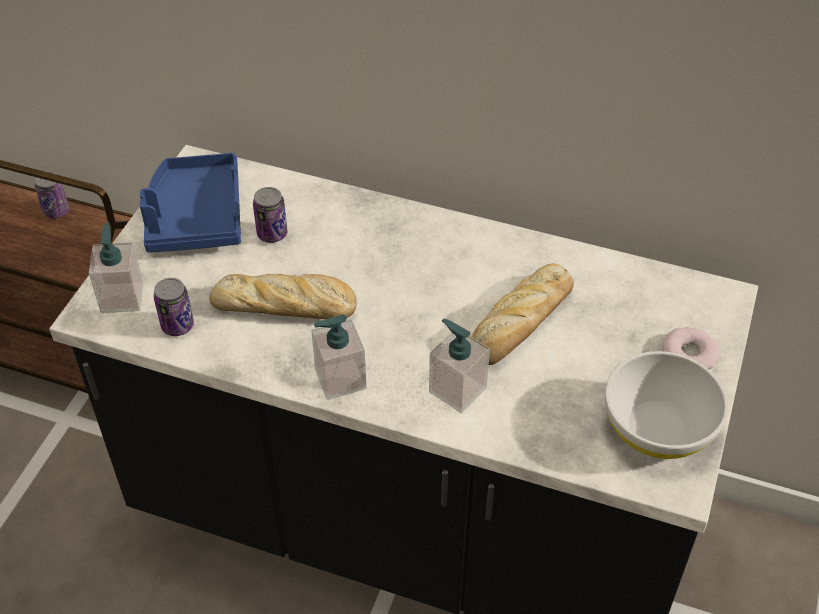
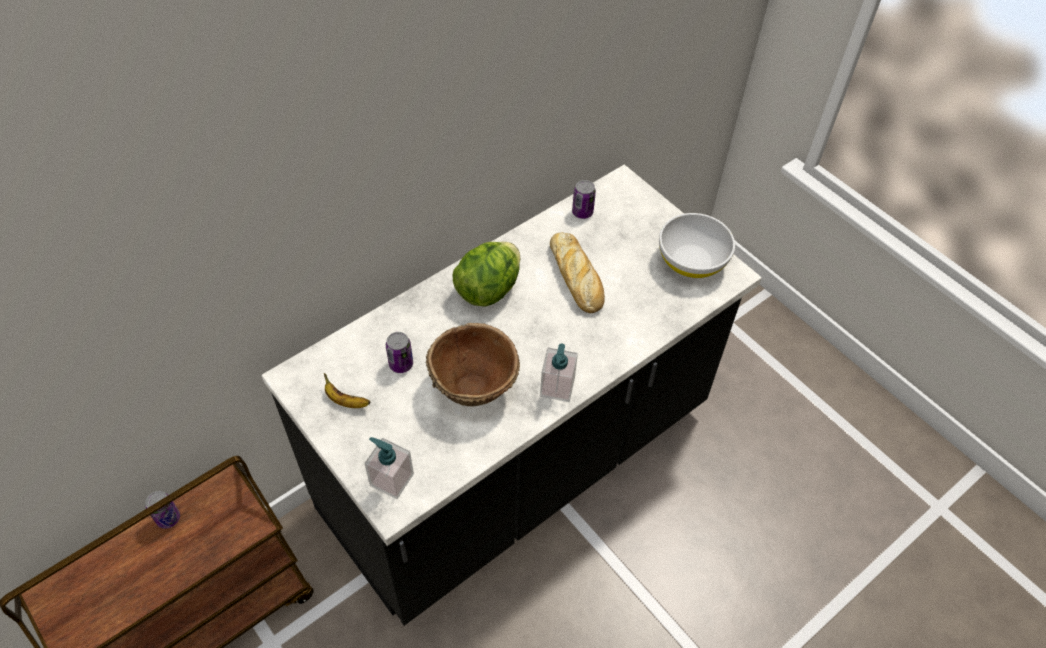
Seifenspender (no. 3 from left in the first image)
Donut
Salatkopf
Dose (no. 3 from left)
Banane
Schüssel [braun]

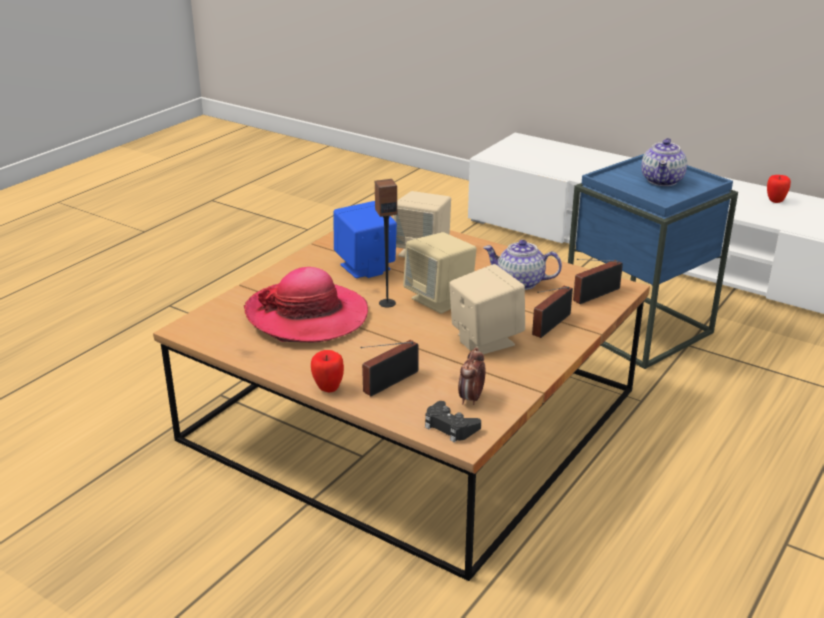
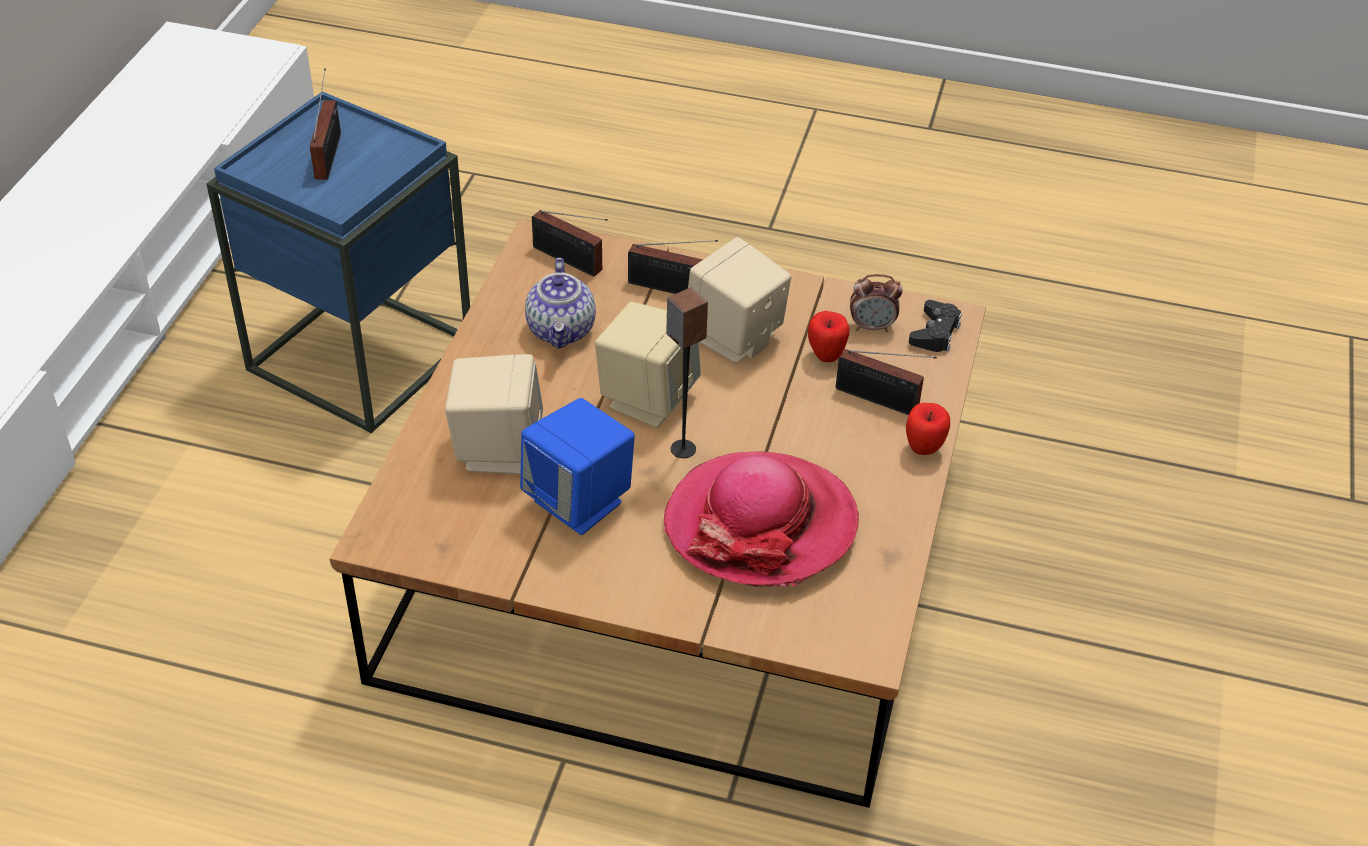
Apfel (no. 1 from left)
Radio (no. 1 from left)

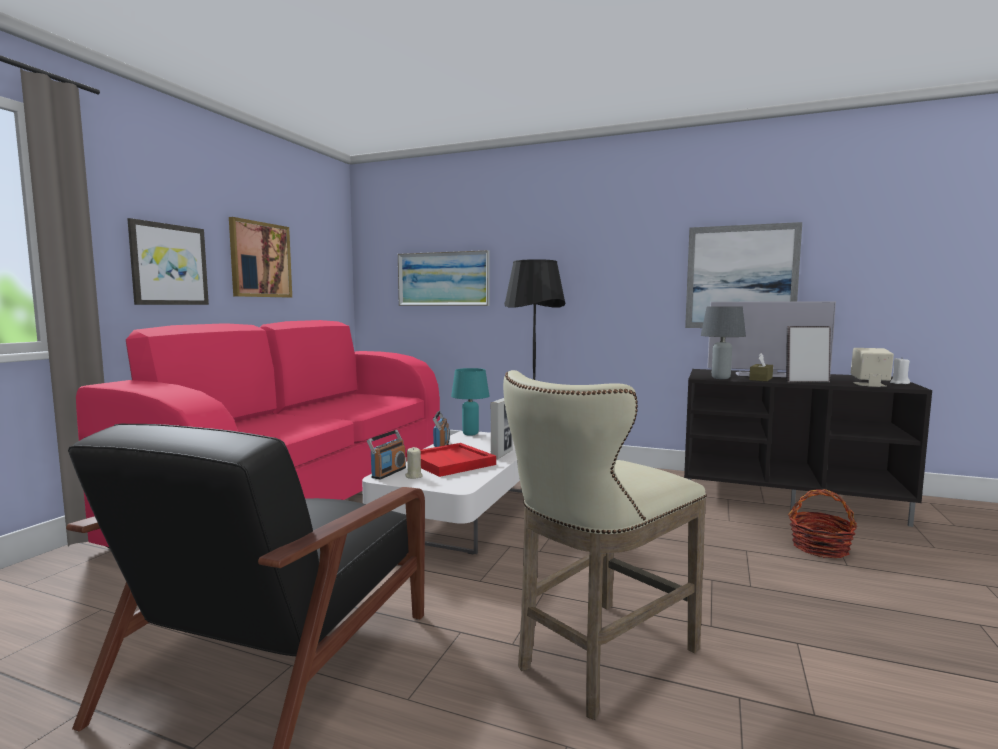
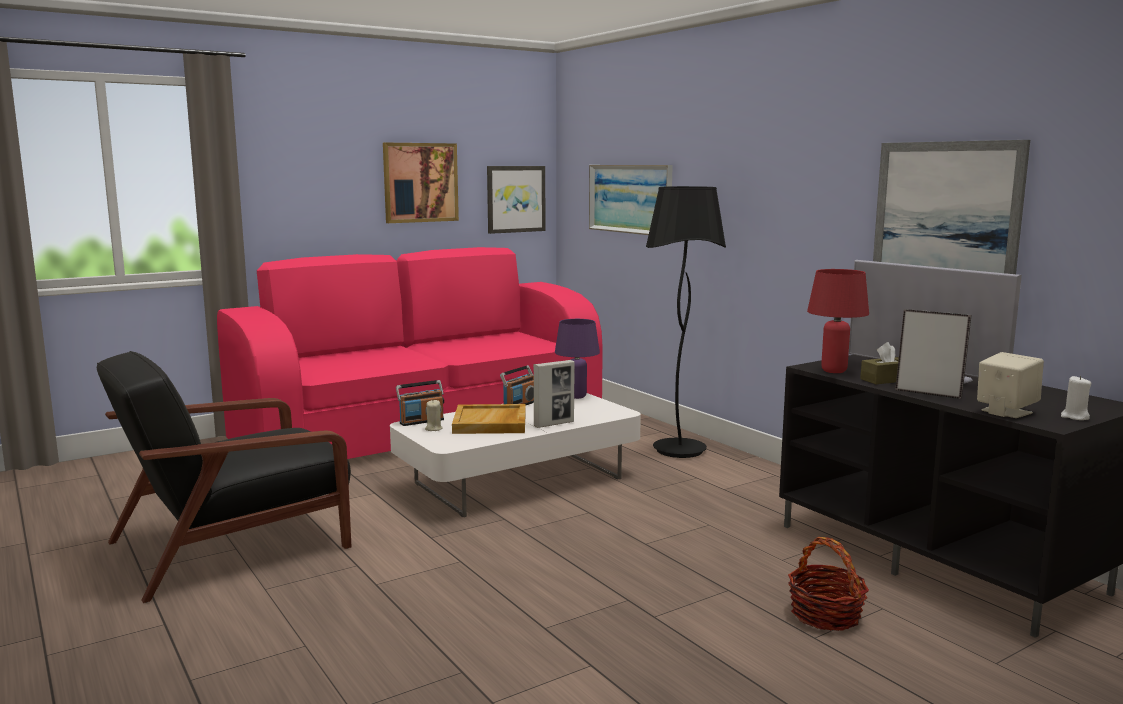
Hocker [beige]
Bild (no. 2 from left)
Tablett [beige]
Tischlampe [lila]
Tischlampe [rot]

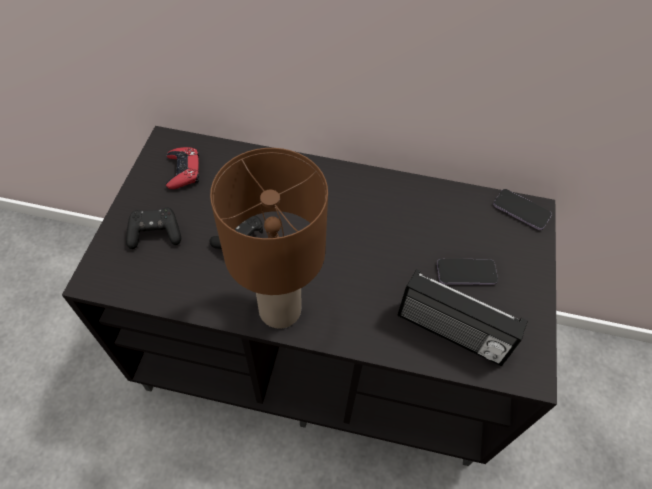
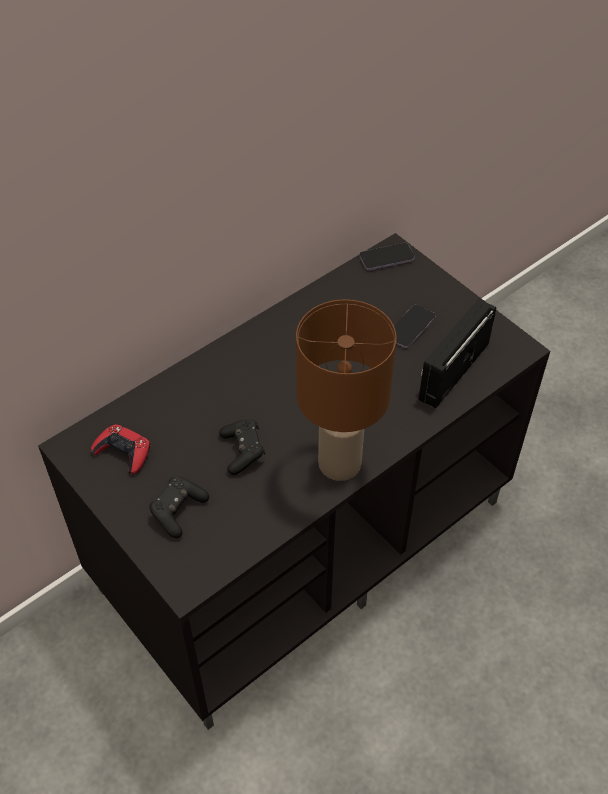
Radio

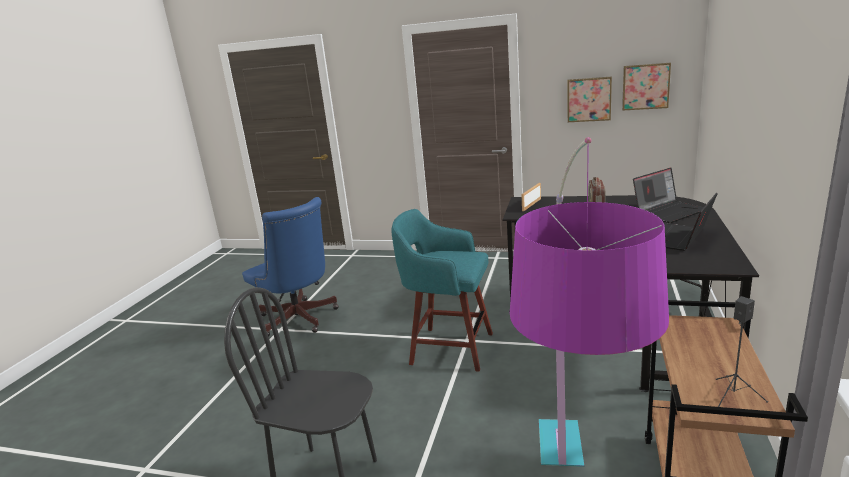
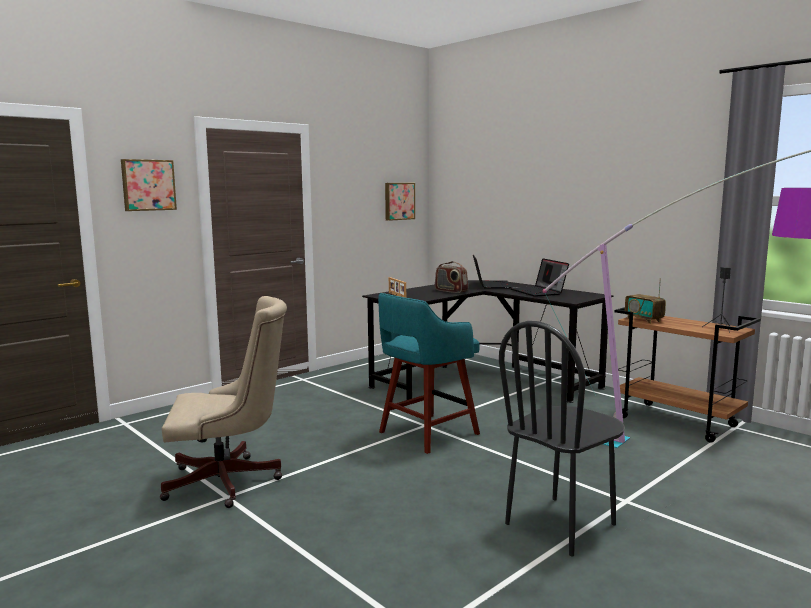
Radio (no. 2 from left)
Bild (no. 1 from left)
Bürostuhl [beige]

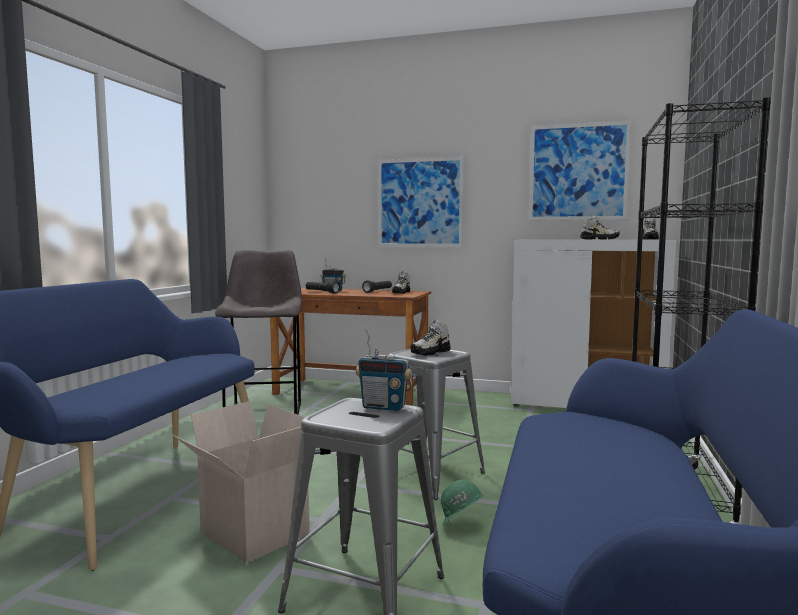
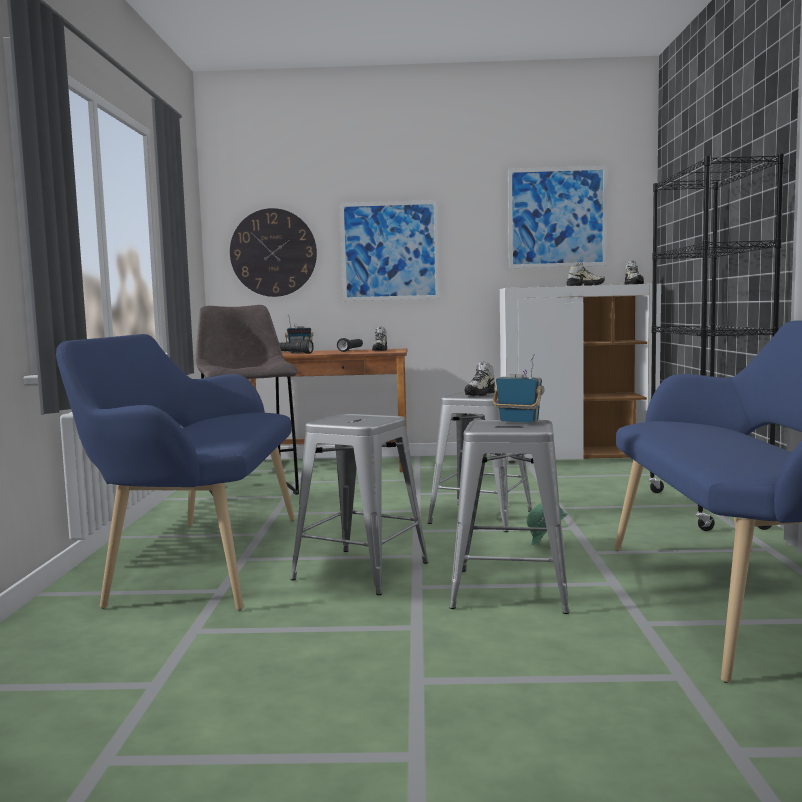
Wanduhr
Hocker [grau] (no. 2 from left)
Radio (no. 2 from left)

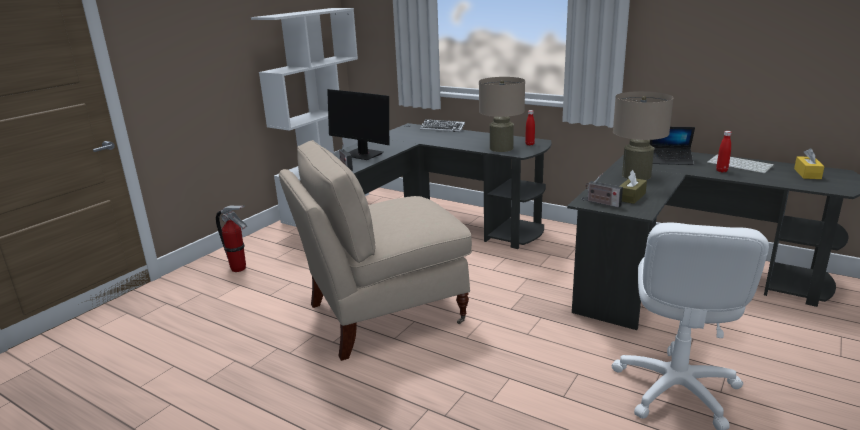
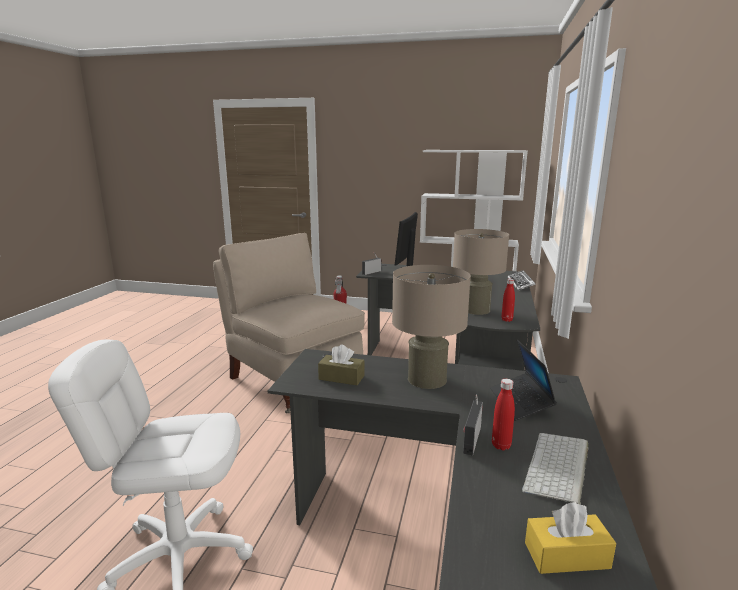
Radio (no. 2 from left)

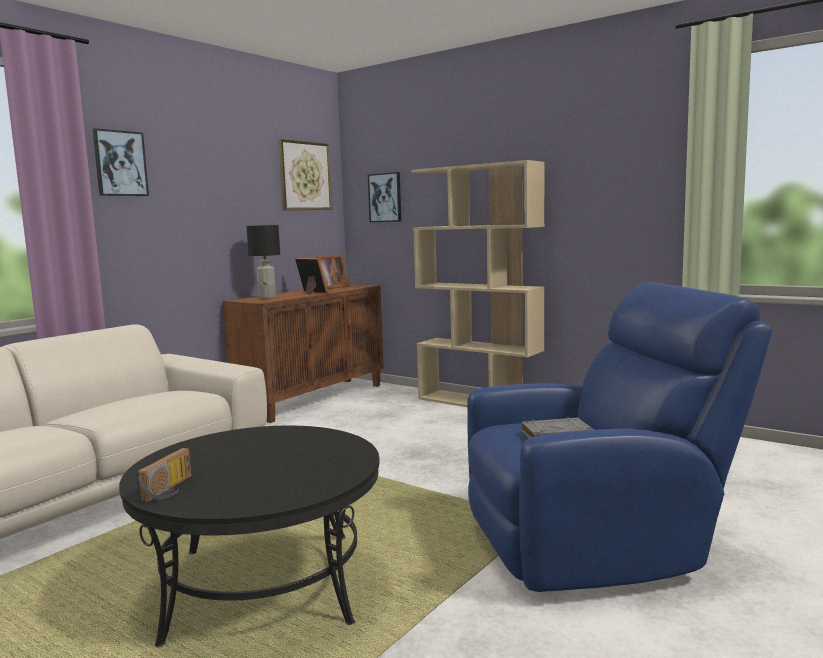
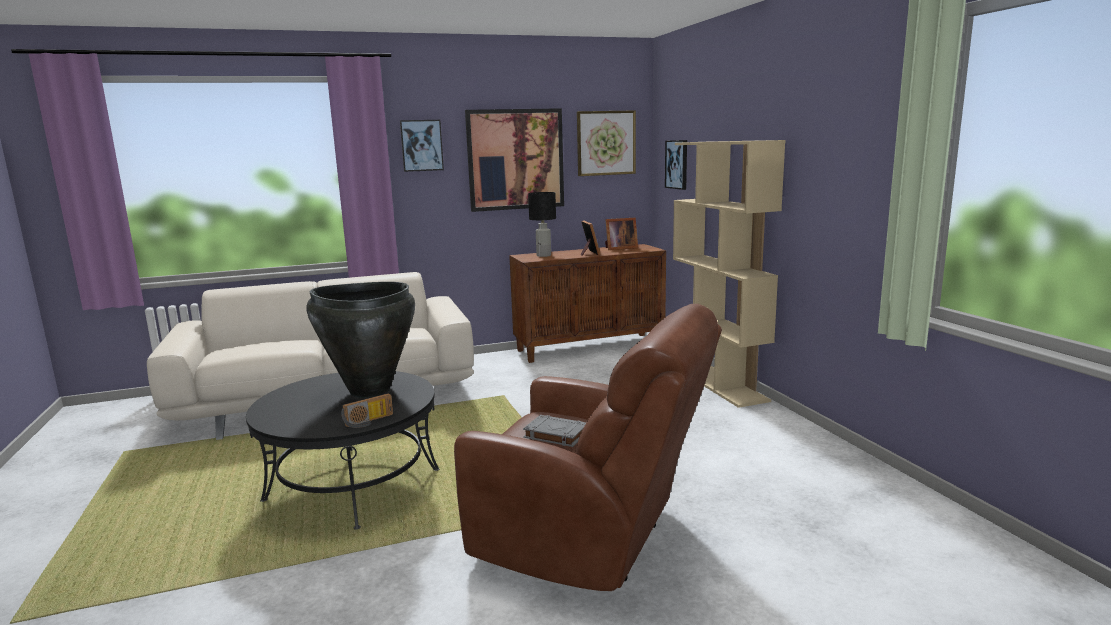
Vase [schwarz]
Bild (no. 2 from left)
Radio
Sessel [braun]

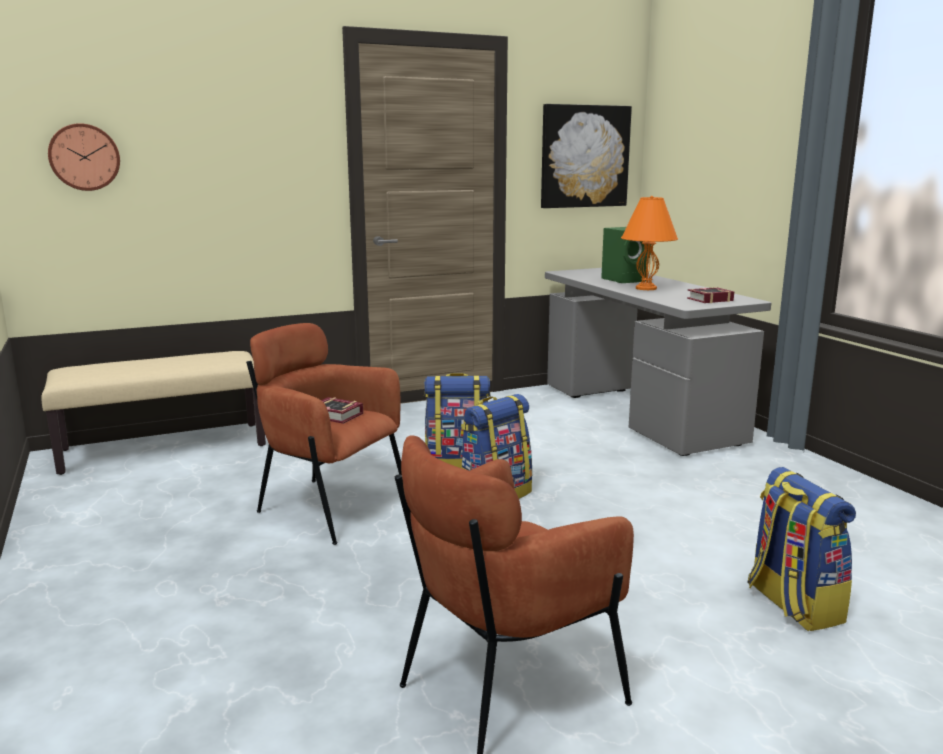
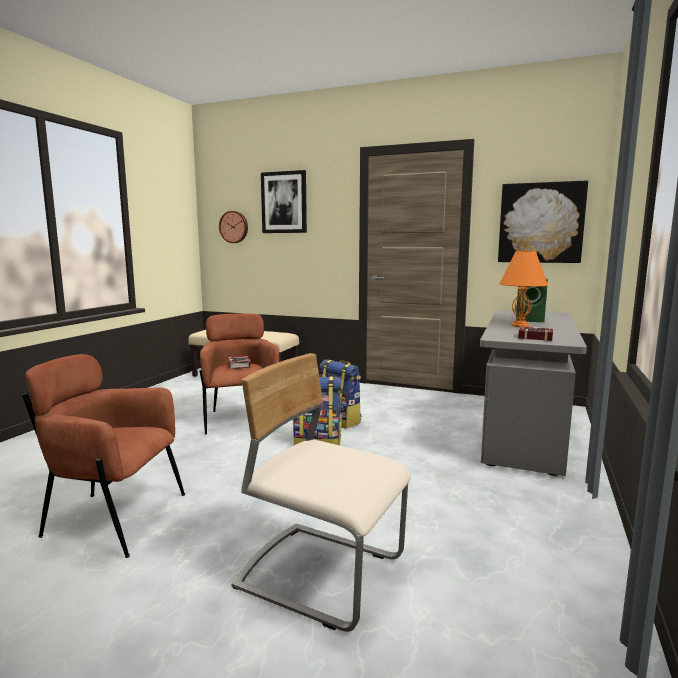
Bild (no. 1 from left)
Stuhl [beige]

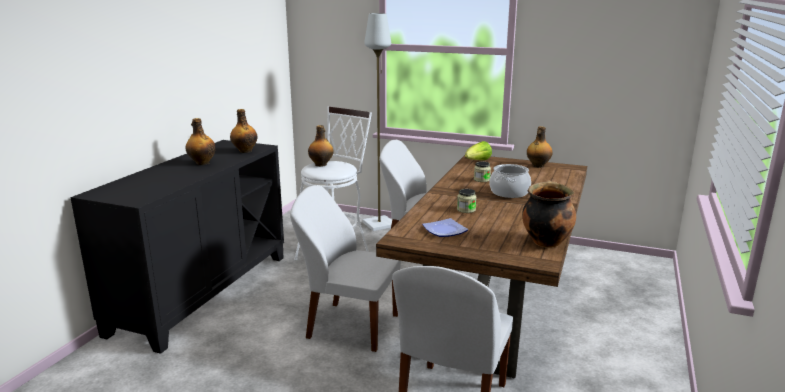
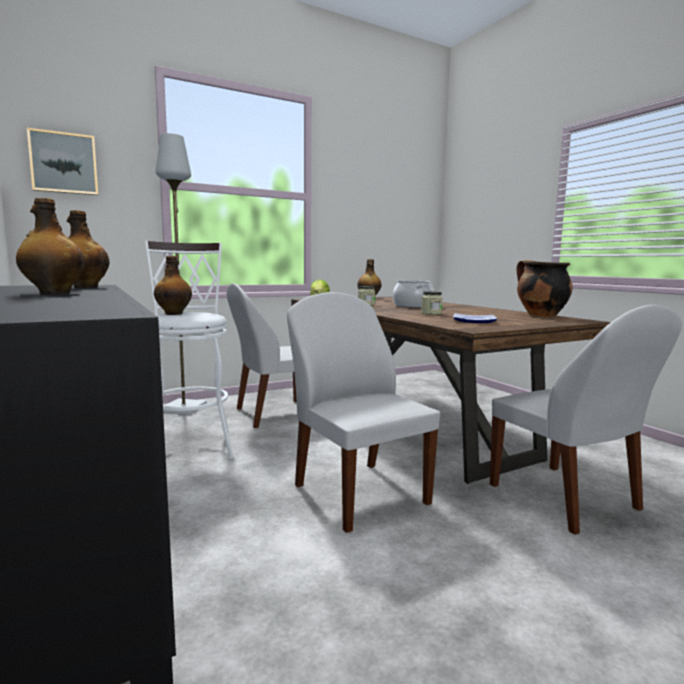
Bild
Stuhl [weiß] (no. 2 from left)

